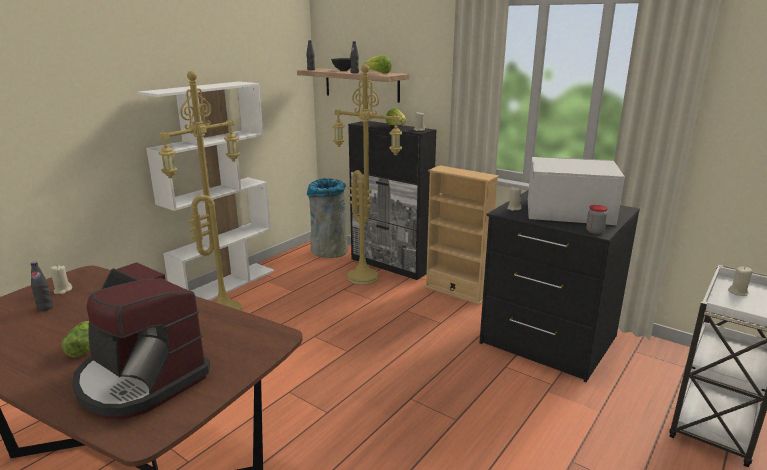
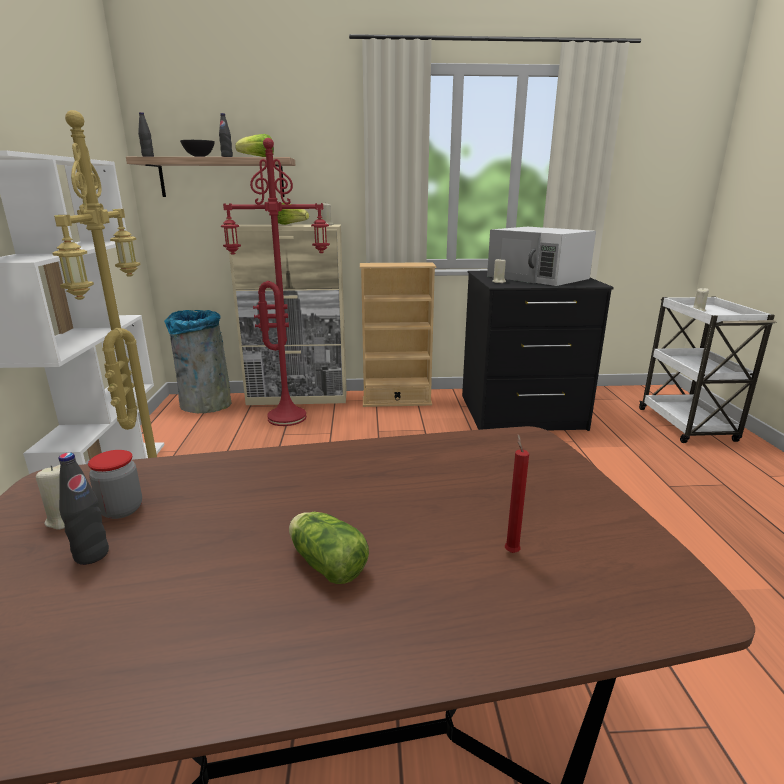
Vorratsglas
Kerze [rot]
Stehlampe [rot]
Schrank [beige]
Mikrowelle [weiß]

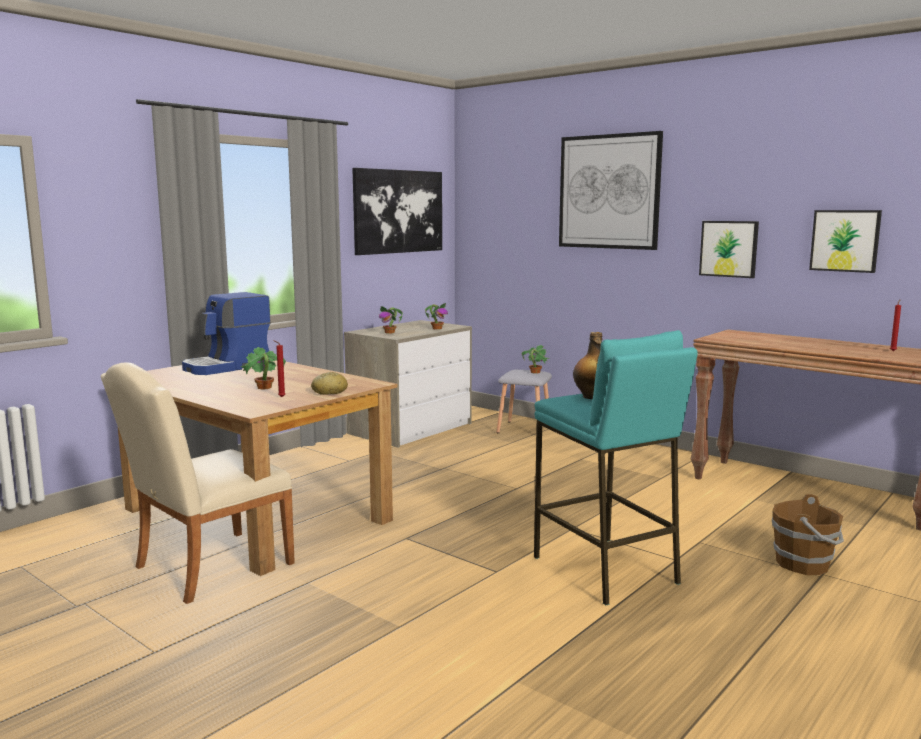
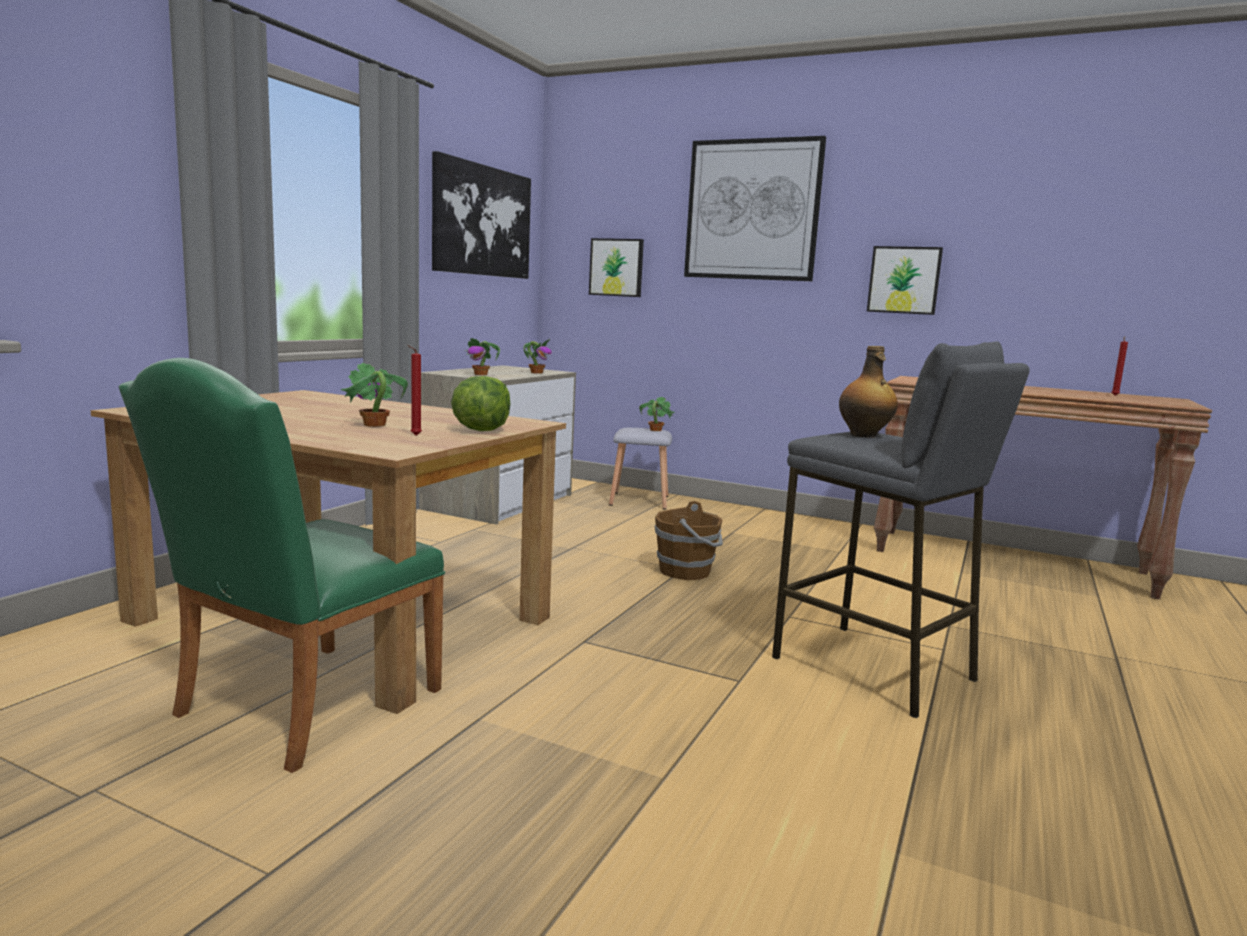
Kaffeemaschine
Eimer [braun]
Bild (no. 2 from left)
Salatkopf
Stuhl [grün]
Hocker [grau] (no. 2 from left)

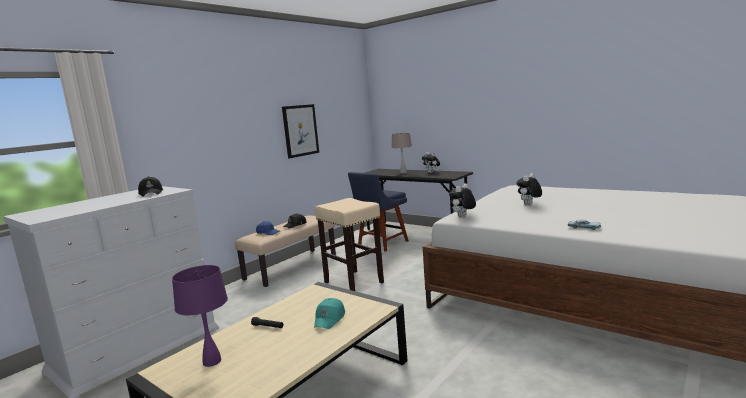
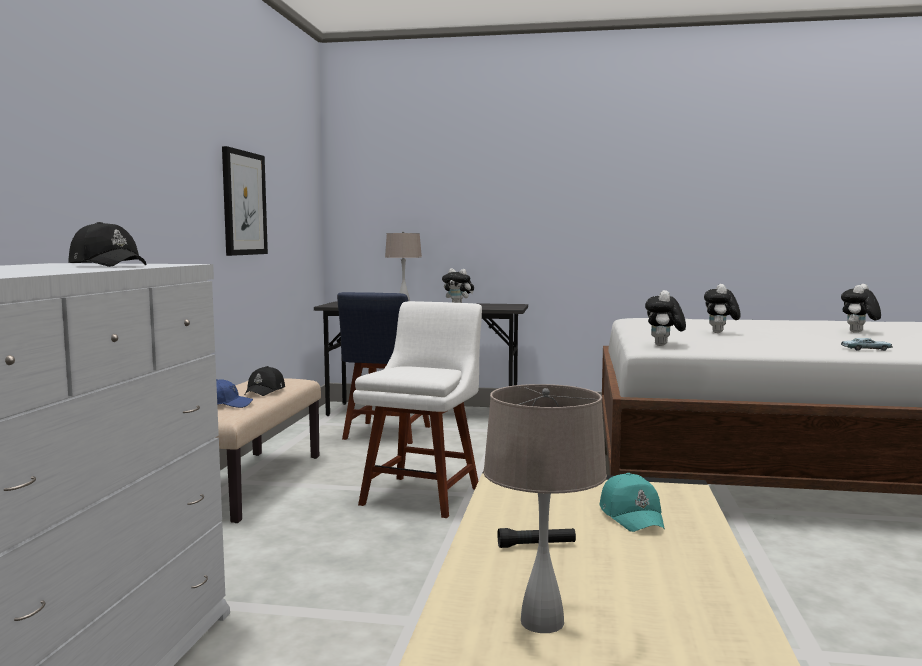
Plüschtier (no. 4 from left)
Stuhl [weiß]
Tischlampe [beige] (no. 2 from left)

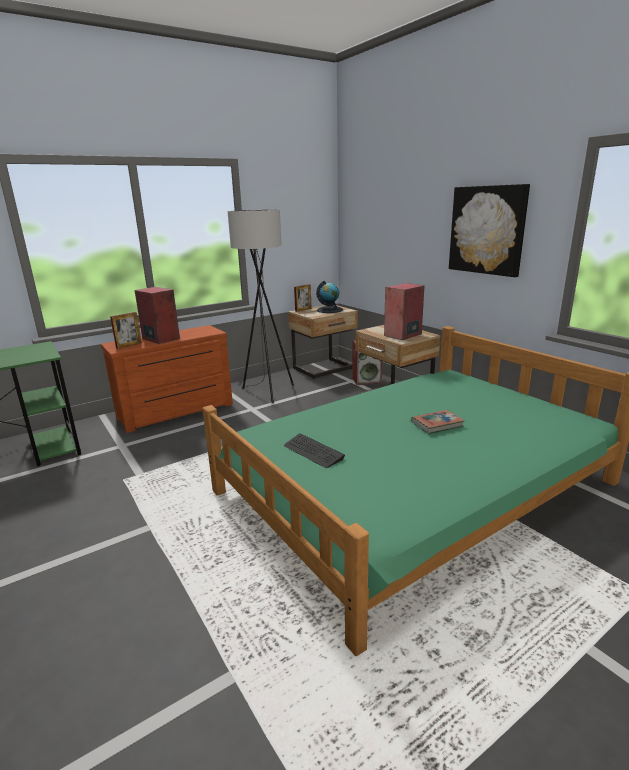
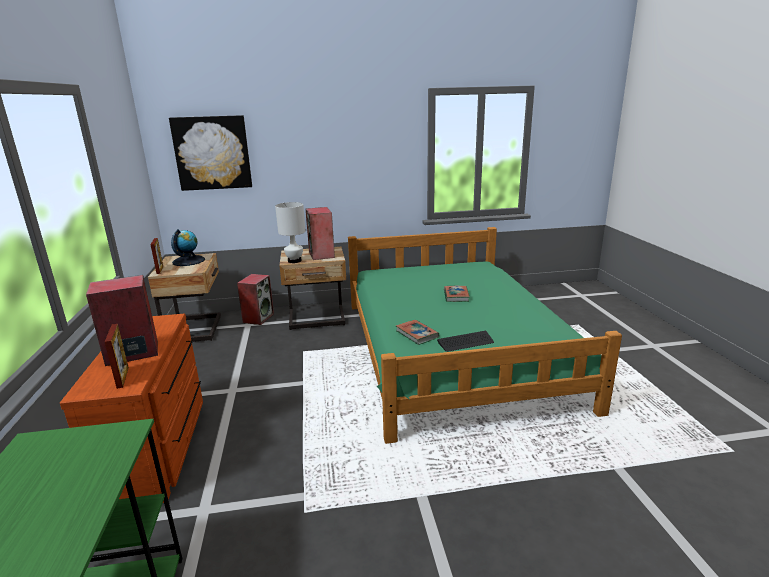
Stehlampe [grau]
Tischlampe [weiß]
Buch (no. 1 from left)
Bild

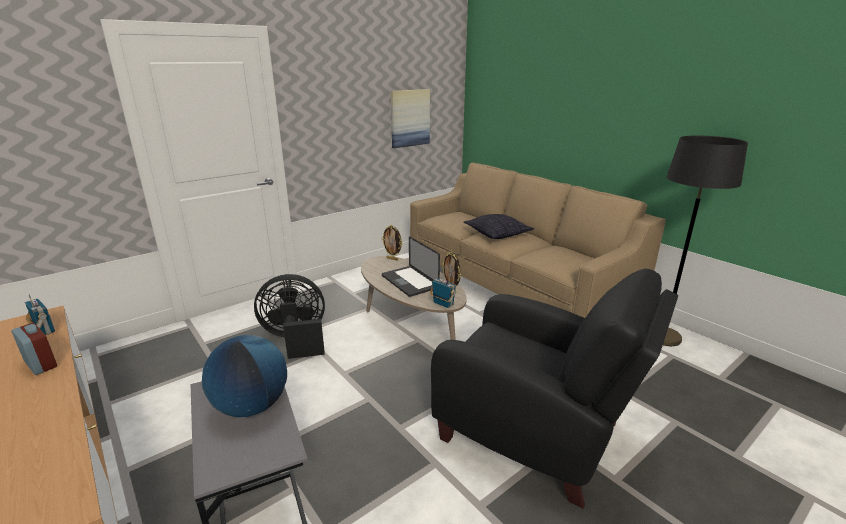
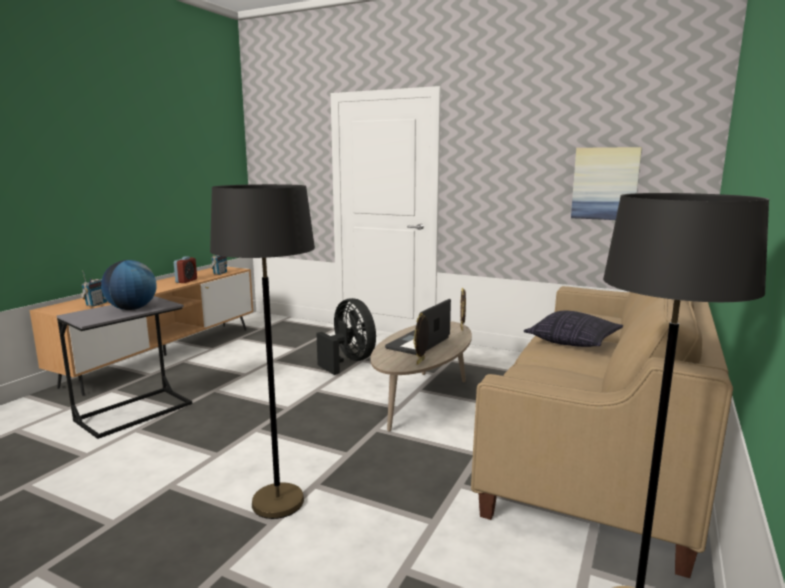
Radio (no. 1 from left)
Stehlampe [schwarz] (no. 1 from left)

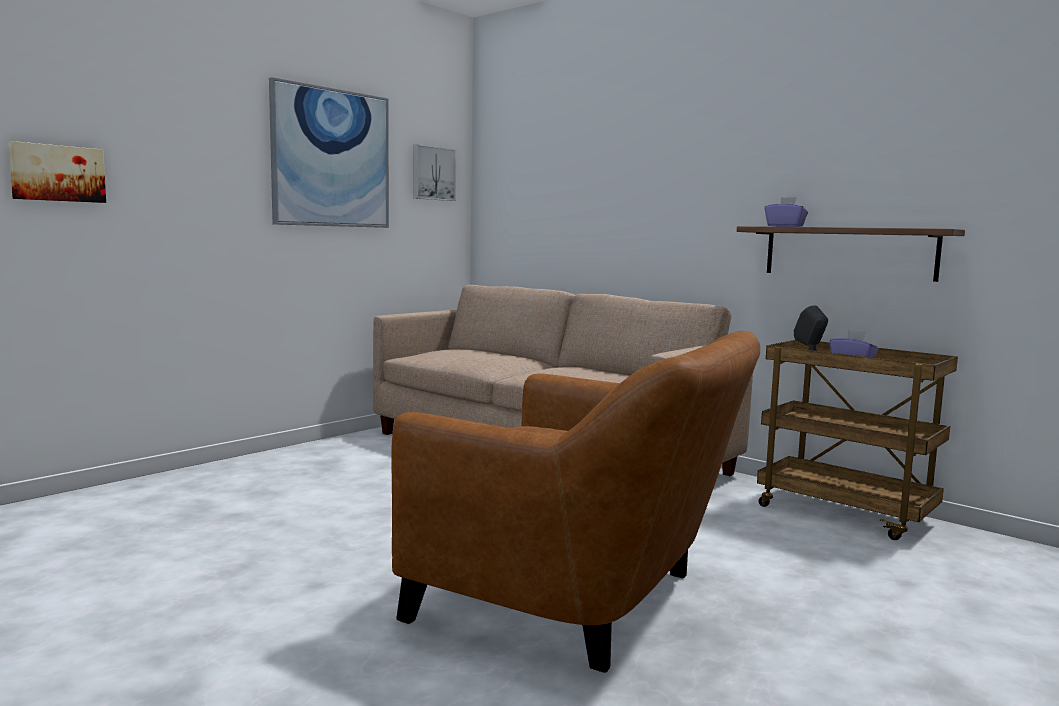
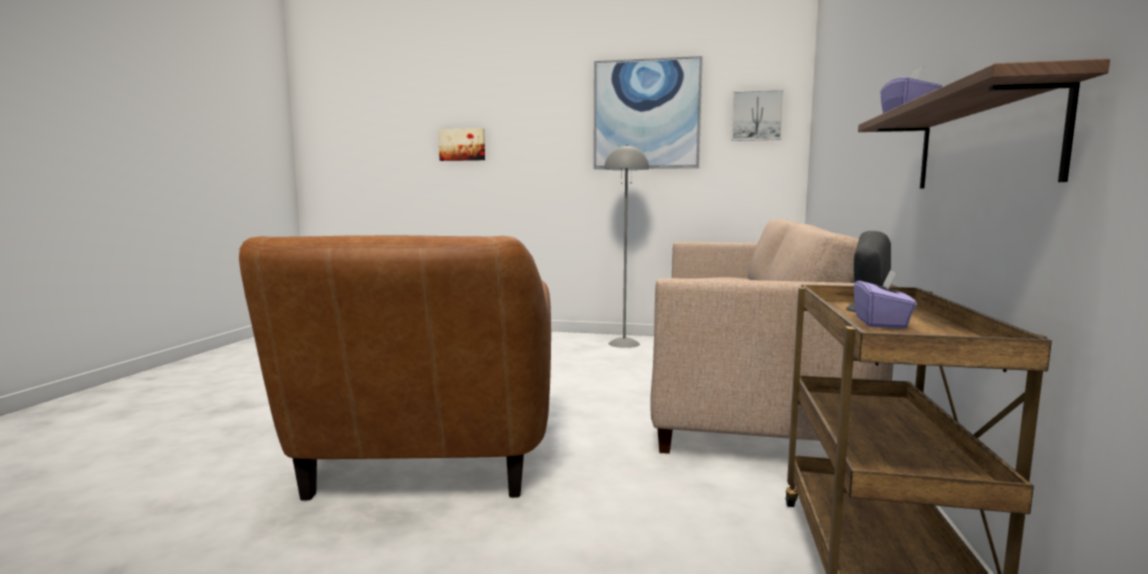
Stehlampe [grau]

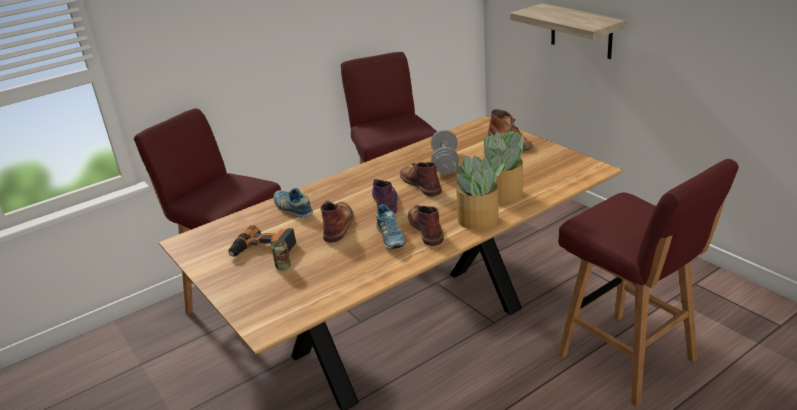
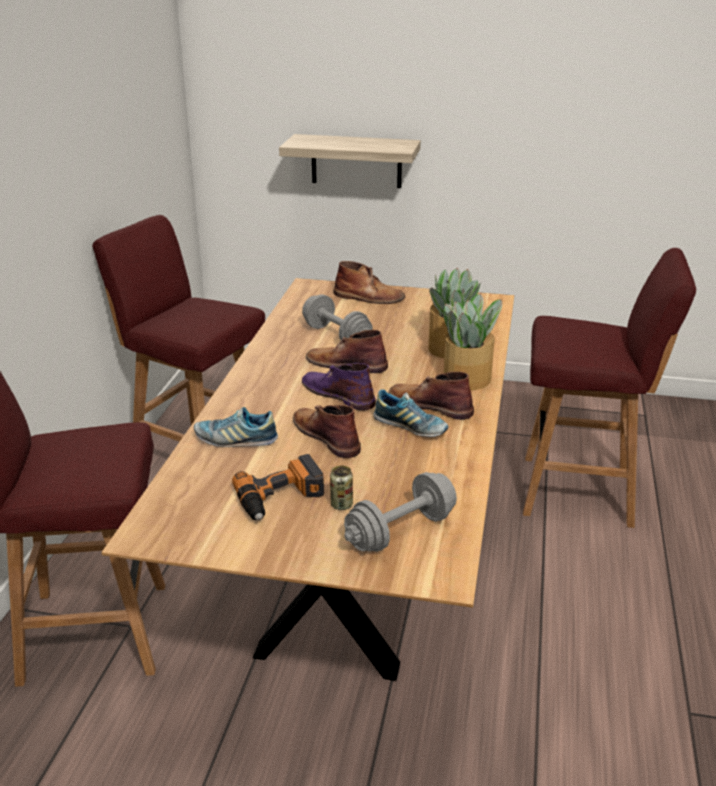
Hantel [grau] (no. 2 from left)

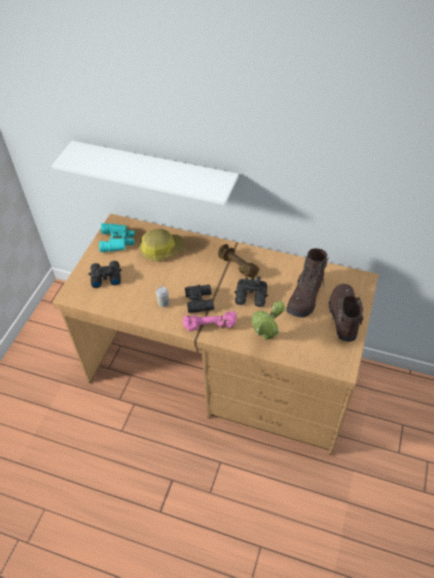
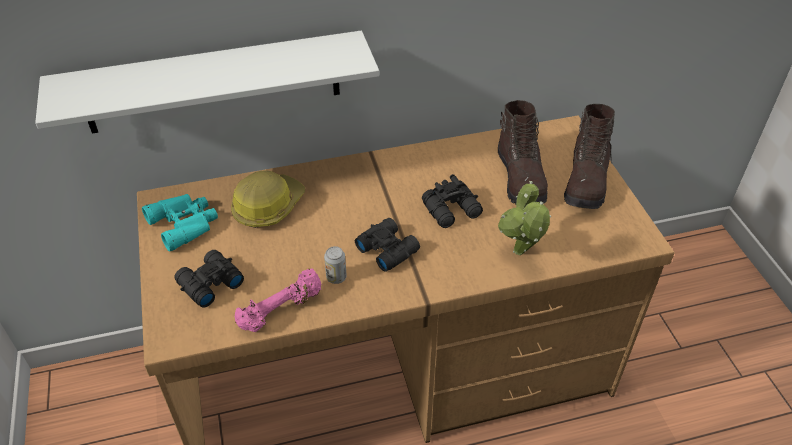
Hantel [braun]
Hantel [rosa]
Stiefel [braun] (no. 2 from left)

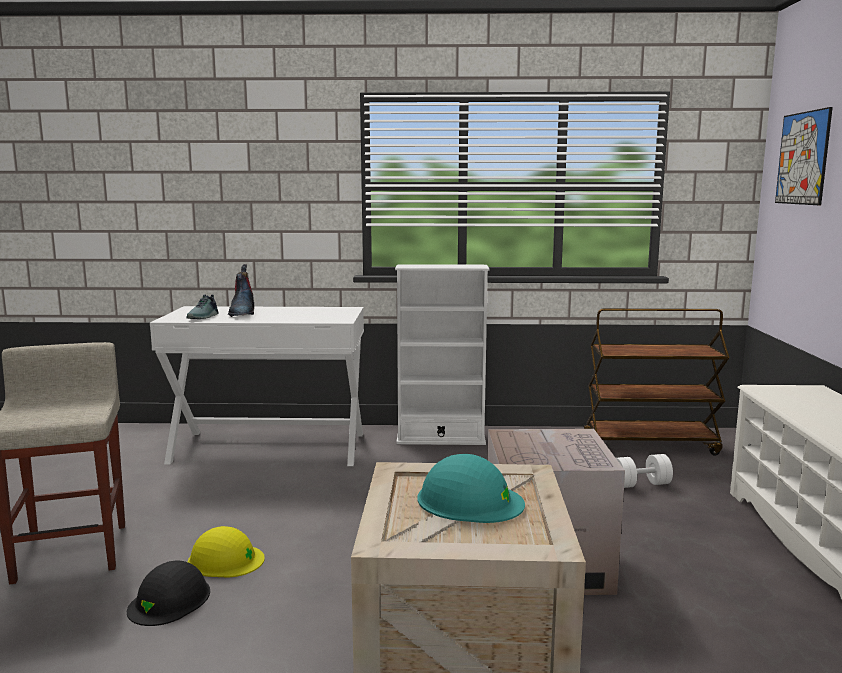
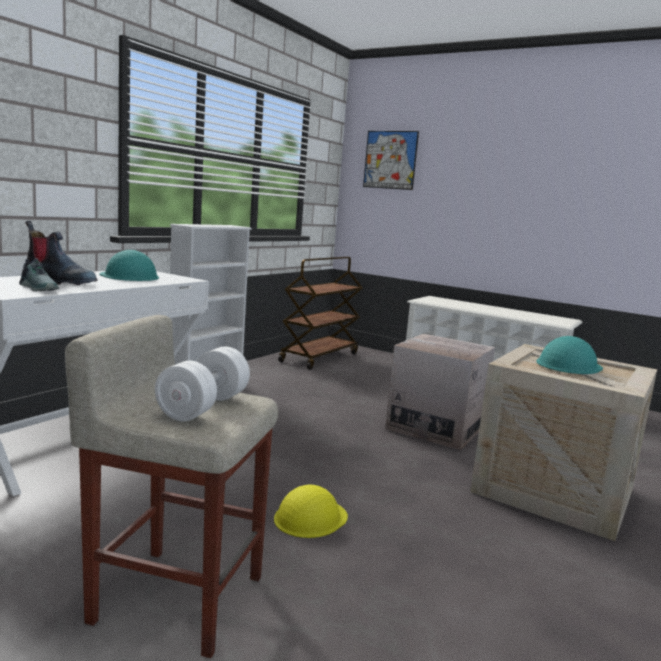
Schutzhelm [schwarz]
Schutzhelm [türkis] (no. 1 from left)
Hantel [weiß]

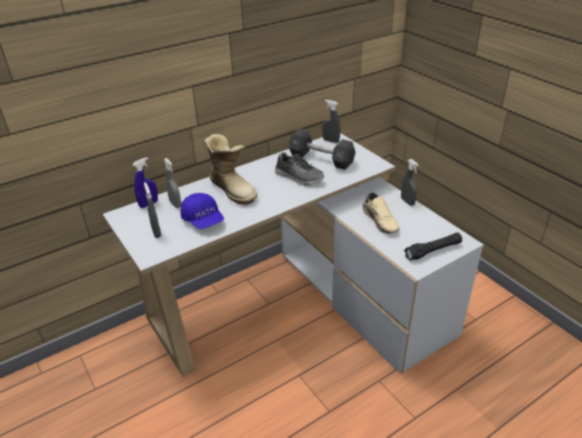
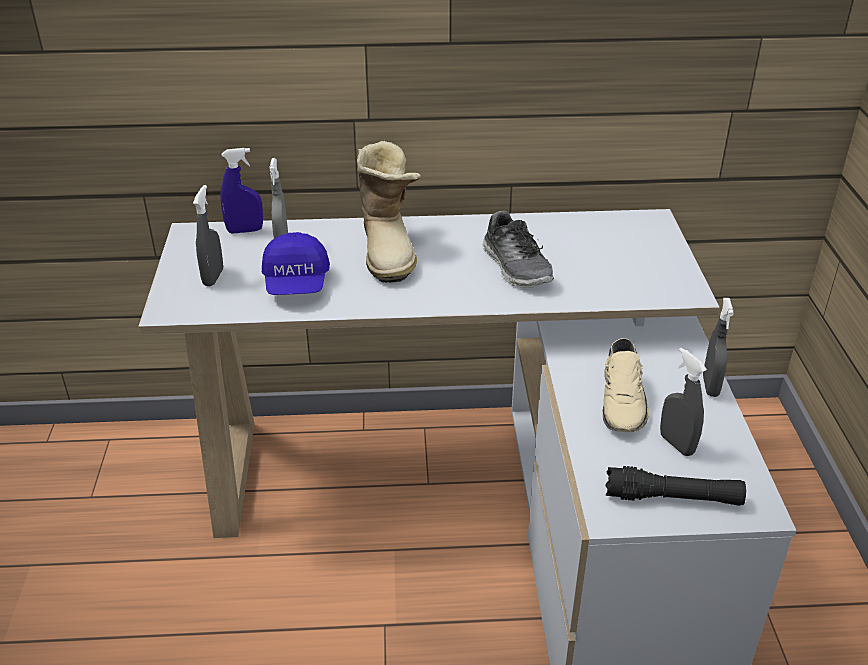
Hantel [schwarz]
Sprühflasche [grau] (no. 3 from left)

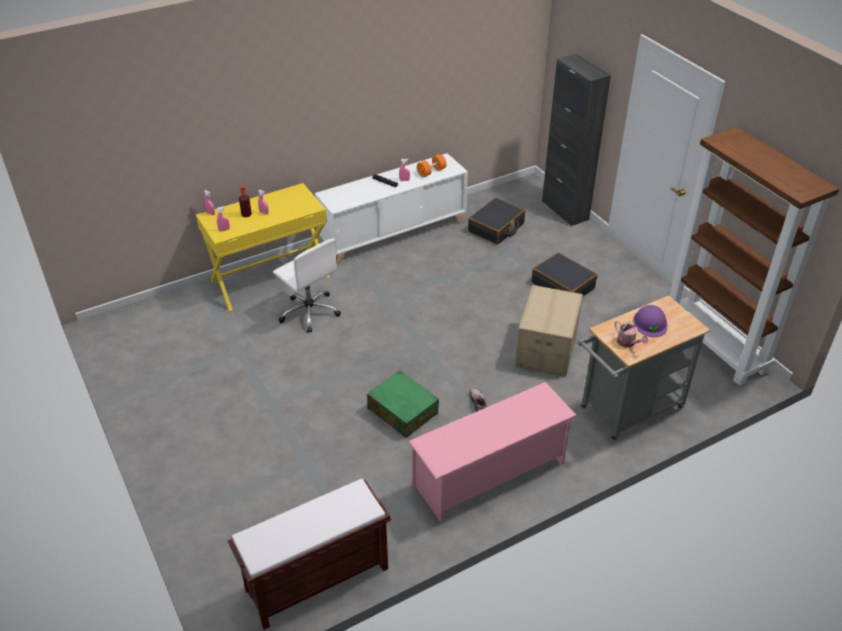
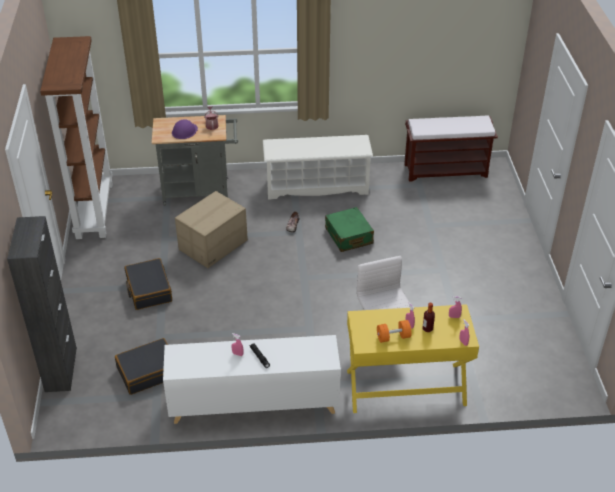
Hantel [orange]
Schuhregal [weiß]

